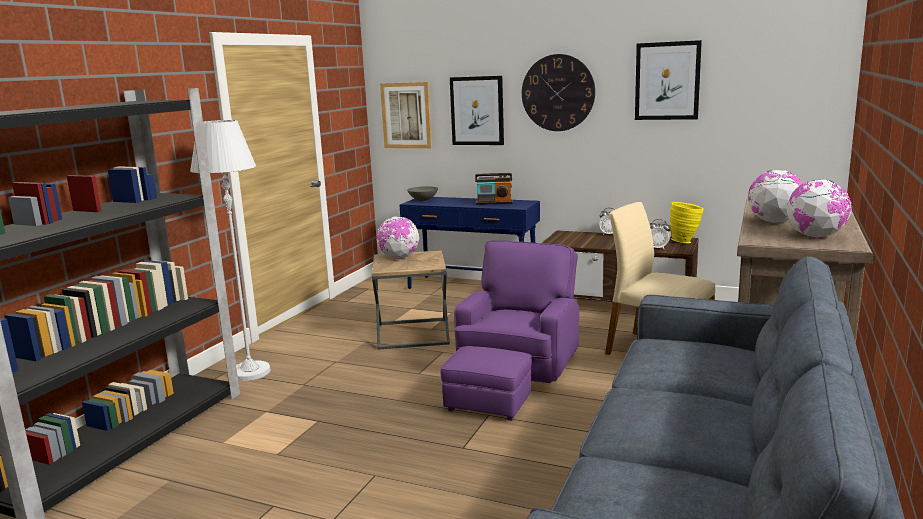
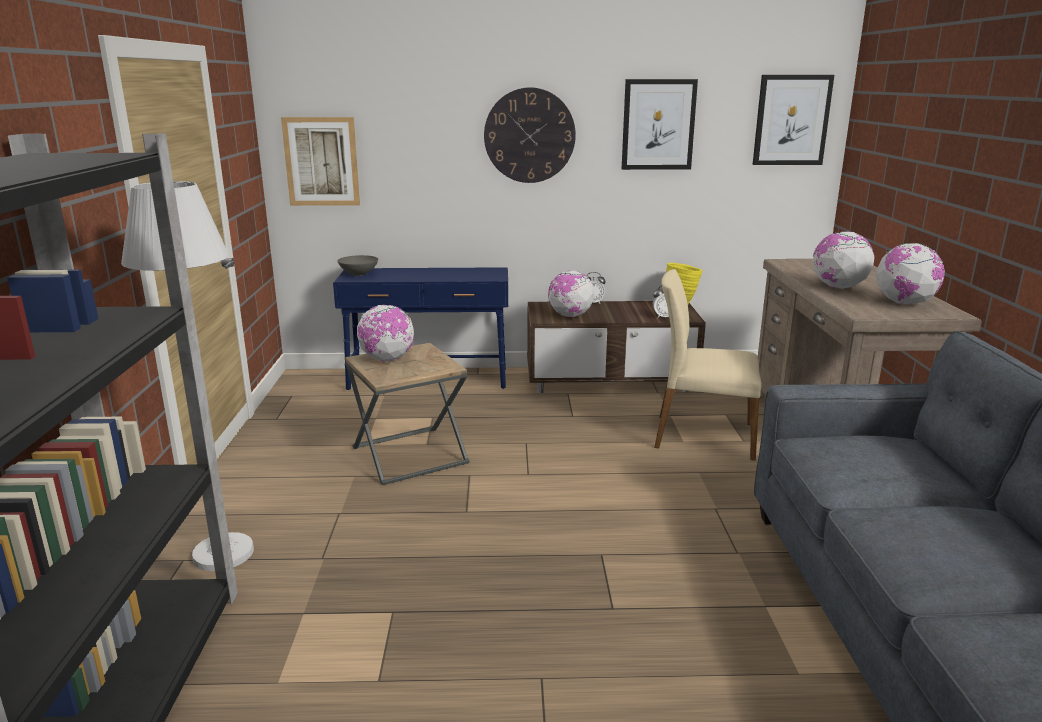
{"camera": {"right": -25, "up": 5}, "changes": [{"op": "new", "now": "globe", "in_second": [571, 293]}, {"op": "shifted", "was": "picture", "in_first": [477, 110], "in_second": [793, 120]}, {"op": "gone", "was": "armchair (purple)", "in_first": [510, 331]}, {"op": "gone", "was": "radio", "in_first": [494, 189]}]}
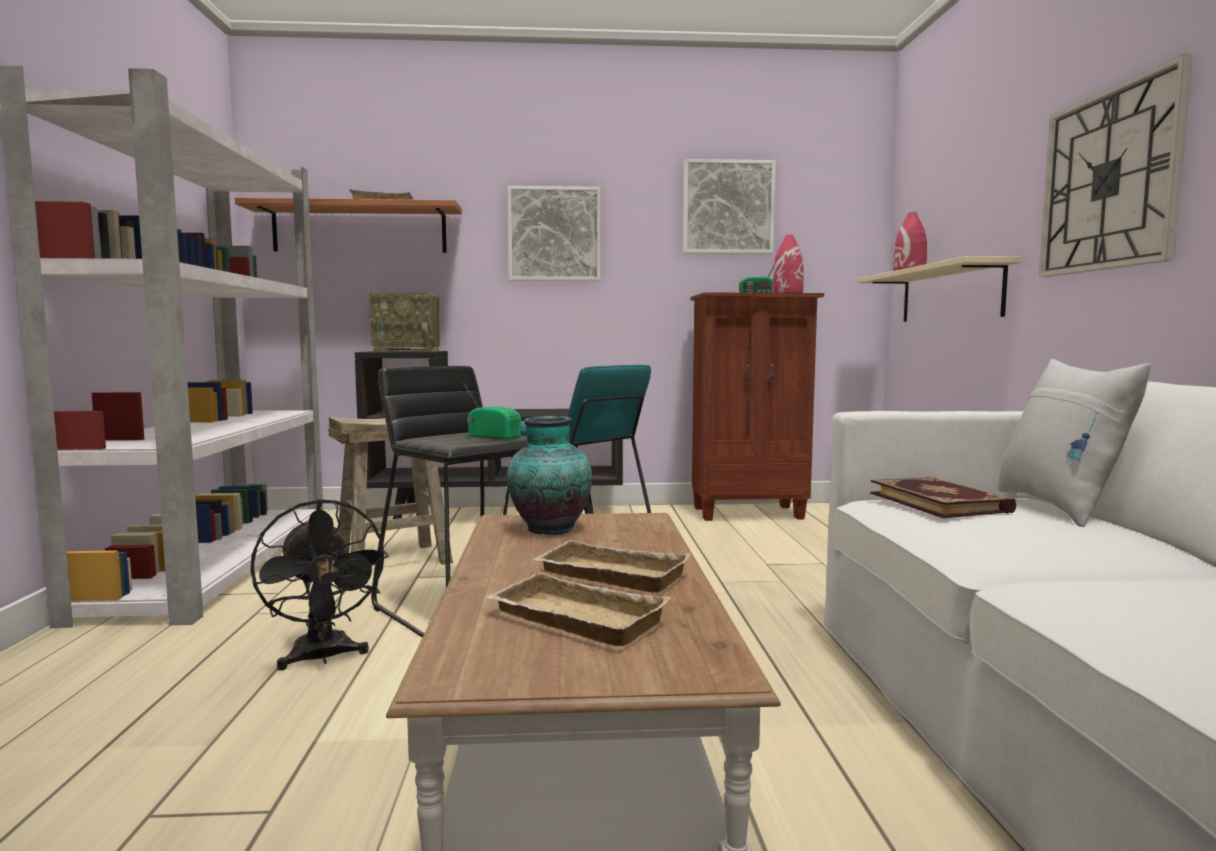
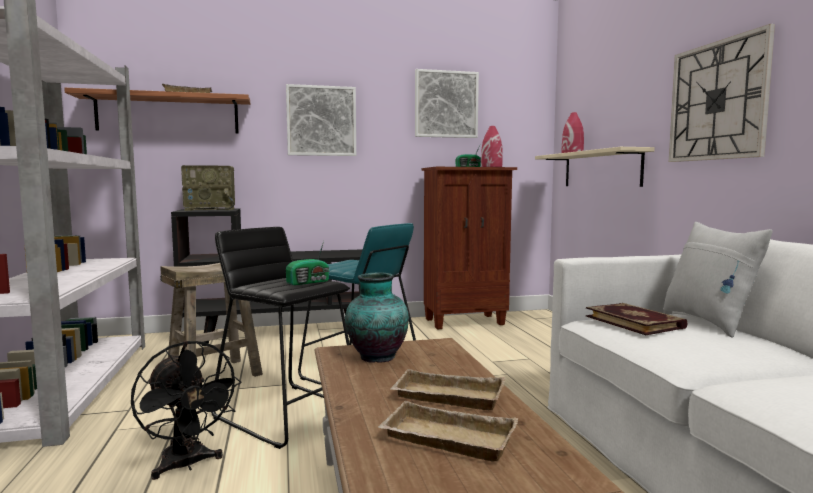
{"camera": {"right": -10, "up": 0}, "changes": [{"op": "rotated", "was": "radio", "in_first": [492, 411], "in_second": [307, 263], "clockwise": 120}]}
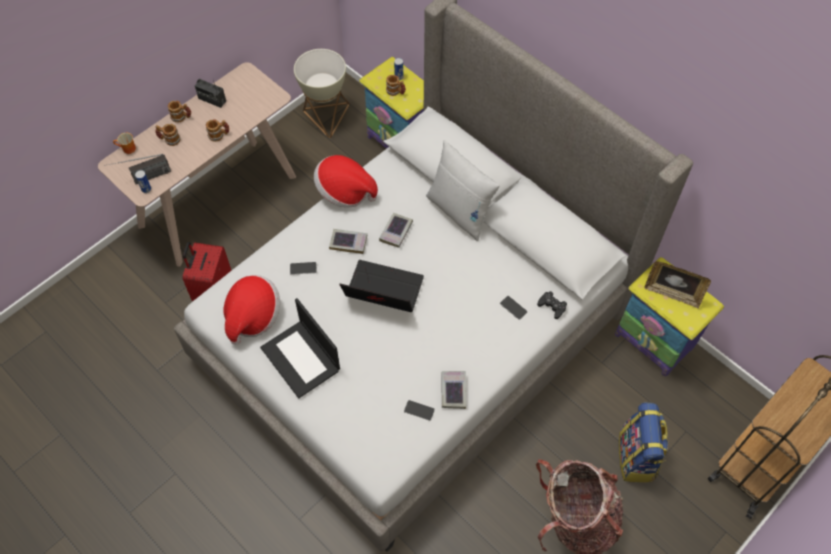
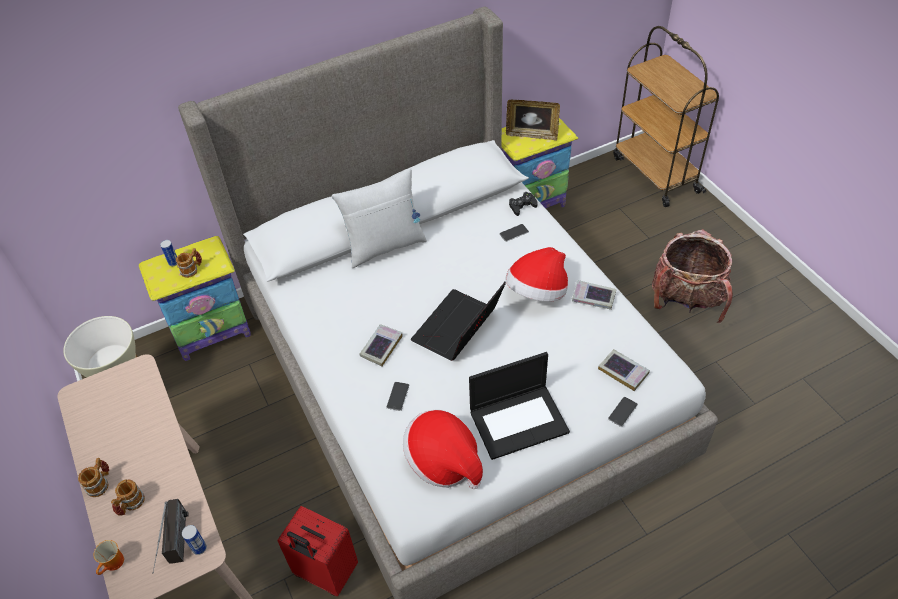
{"camera": {"right": -70, "up": -10}, "changes": [{"op": "shifted", "was": "hat", "in_first": [346, 181], "in_second": [536, 274]}, {"op": "rotated", "was": "picture frame", "in_first": [677, 285], "in_second": [533, 120], "clockwise": 60}, {"op": "shifted", "was": "book", "in_first": [396, 230], "in_second": [624, 370]}, {"op": "shifted", "was": "phone", "in_first": [419, 410], "in_second": [623, 412]}, {"op": "gone", "was": "radio", "in_first": [210, 93]}, {"op": "gone", "was": "mug", "in_first": [217, 130]}, {"op": "gone", "was": "backpack", "in_first": [643, 442]}]}
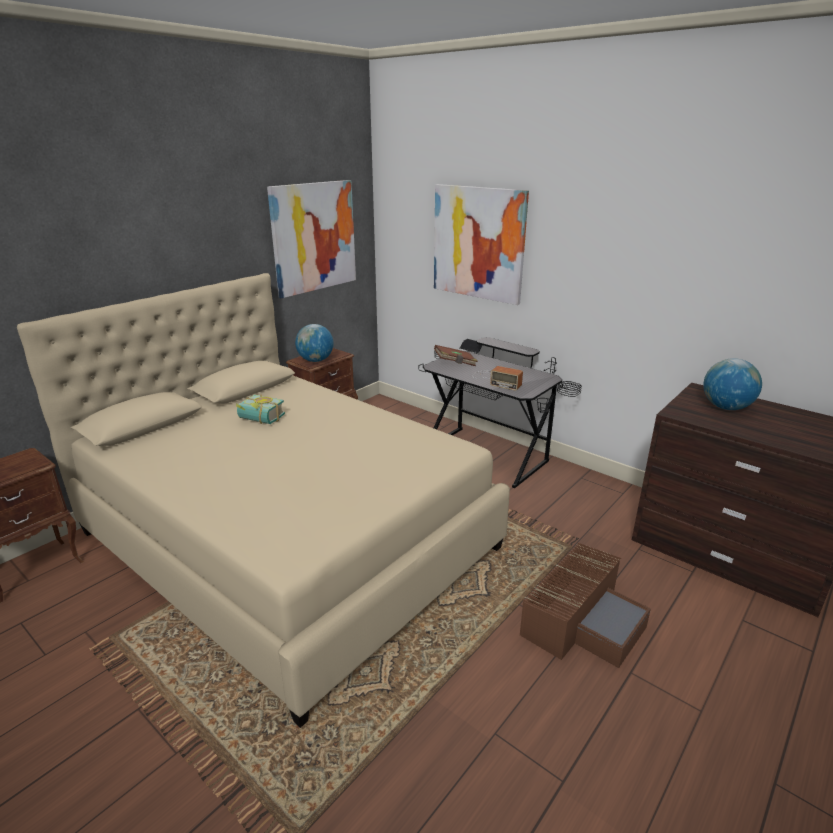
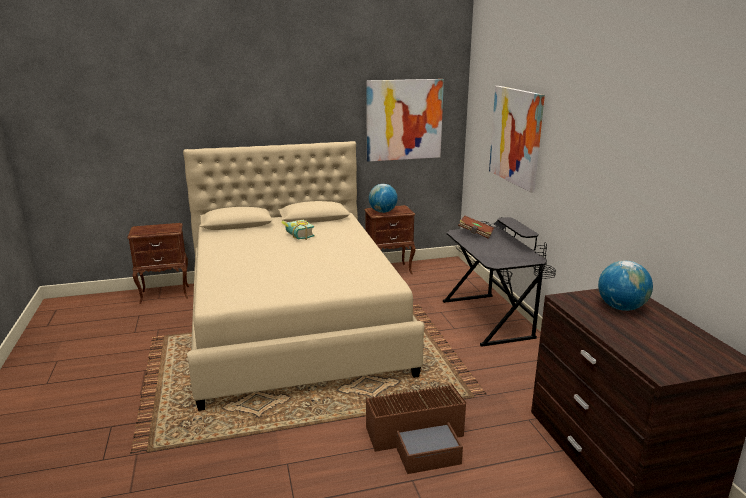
{"camera": {"right": 35, "up": -5}, "changes": [{"op": "gone", "was": "radio", "in_first": [498, 378]}]}
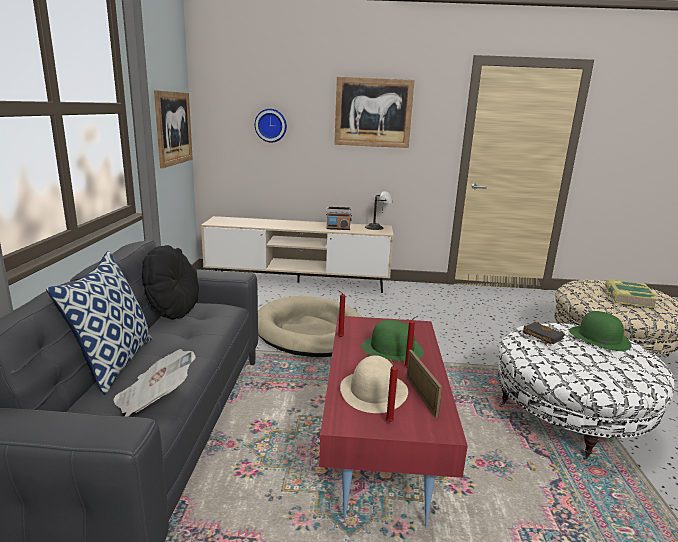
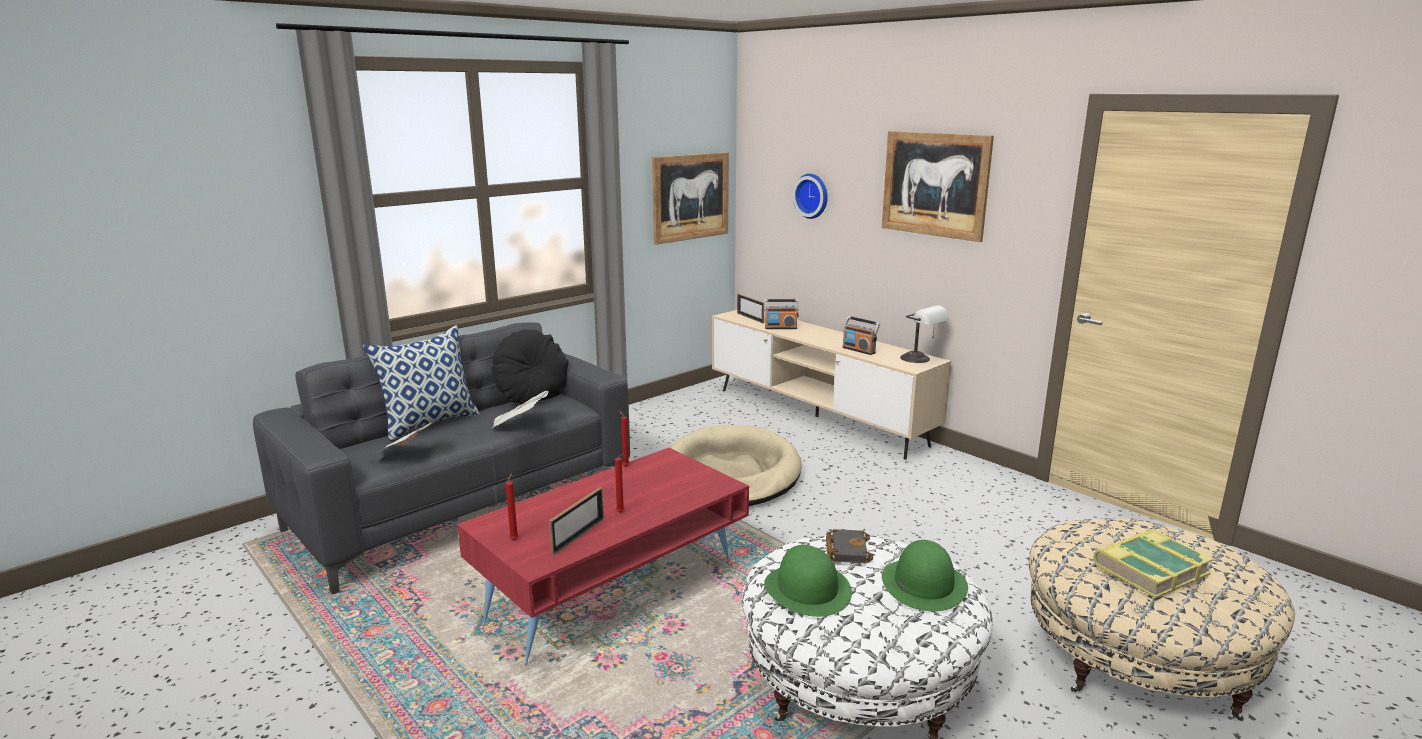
{"camera": {"right": 45, "up": 0}, "changes": [{"op": "new", "now": "newspaper", "in_second": [520, 409]}, {"op": "new", "now": "picture frame", "in_second": [750, 308]}, {"op": "new", "now": "radio", "in_second": [781, 314]}, {"op": "shifted", "was": "hat (green)", "in_first": [392, 341], "in_second": [808, 581]}, {"op": "gone", "was": "hat (beige)", "in_first": [374, 384]}]}
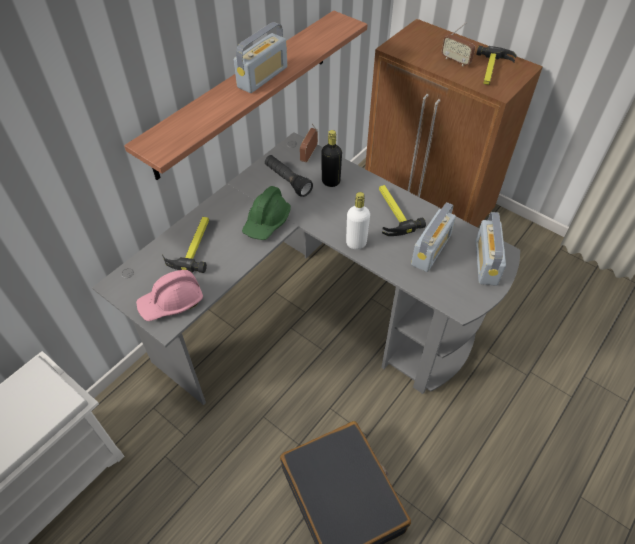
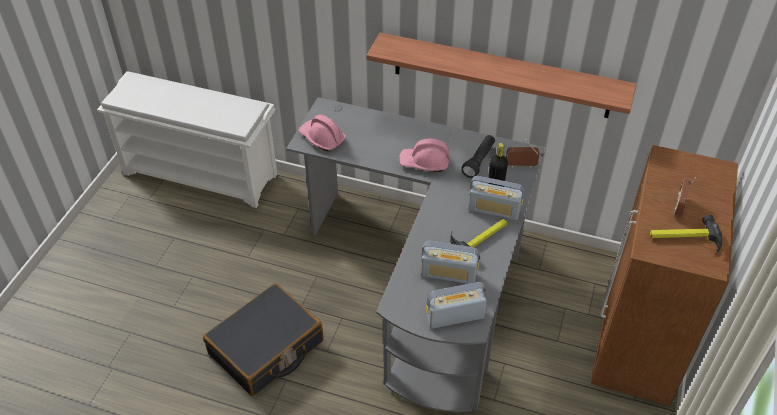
{"camera": {"right": 70, "up": -5}, "changes": [{"op": "repainted", "was": "hard hat (green)", "now": "hard hat (pink)", "in_first": [266, 213], "in_second": [424, 155]}, {"op": "shifted", "was": "radio", "in_first": [260, 57], "in_second": [496, 198]}, {"op": "gone", "was": "hammer", "in_first": [185, 245]}, {"op": "gone", "was": "bottle (white)", "in_first": [358, 220]}]}
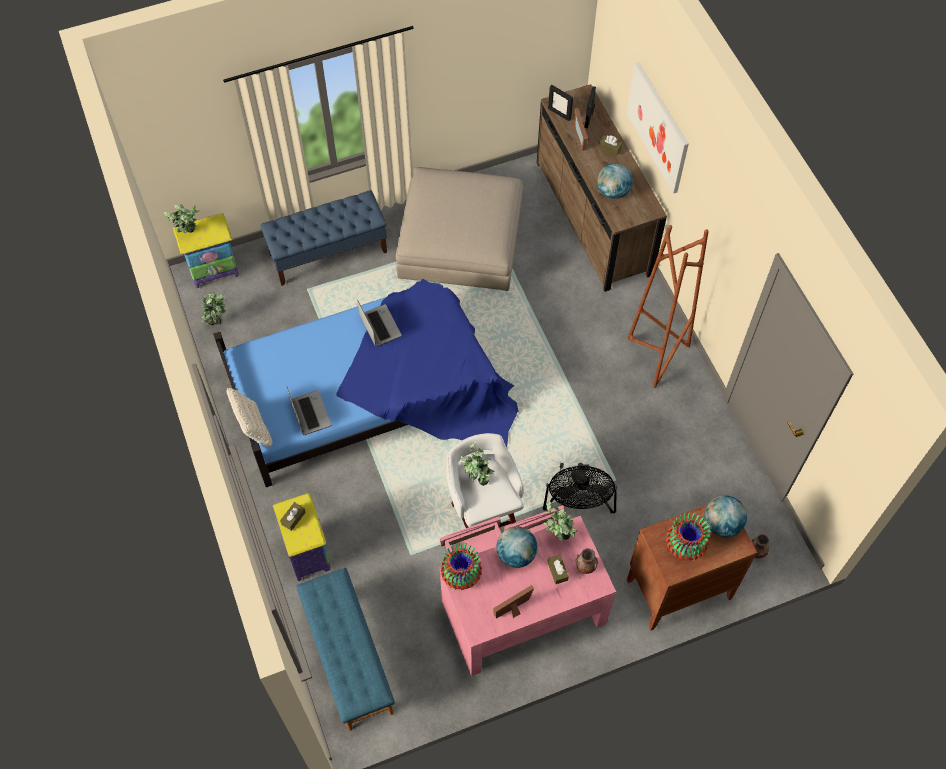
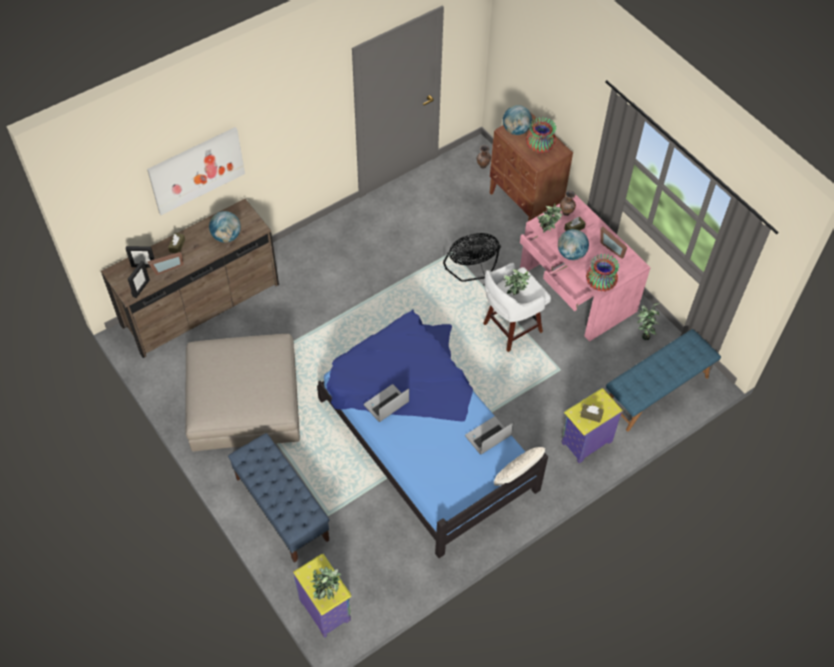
{"camera": {"right": -105, "up": -5}, "changes": [{"op": "rotated", "was": "fan (black)", "in_first": [580, 488], "in_second": [472, 259], "clockwise": -90}, {"op": "shifted", "was": "potted plant", "in_first": [214, 308], "in_second": [648, 321]}, {"op": "gone", "was": "clothes rack (brown)", "in_first": [668, 306]}]}
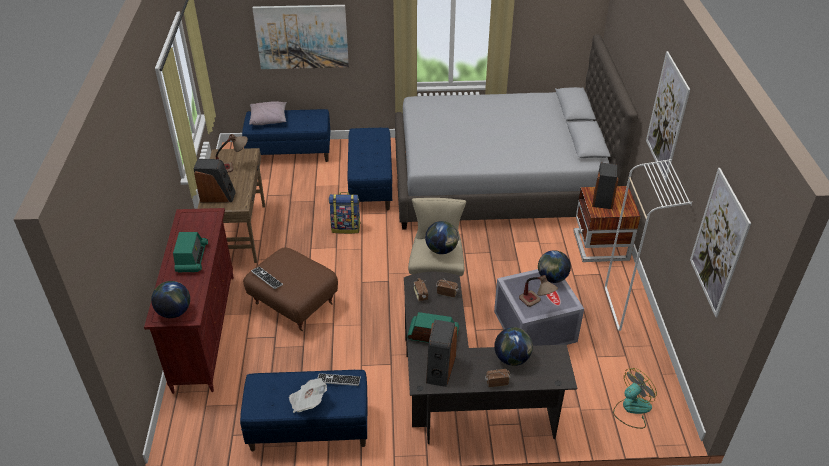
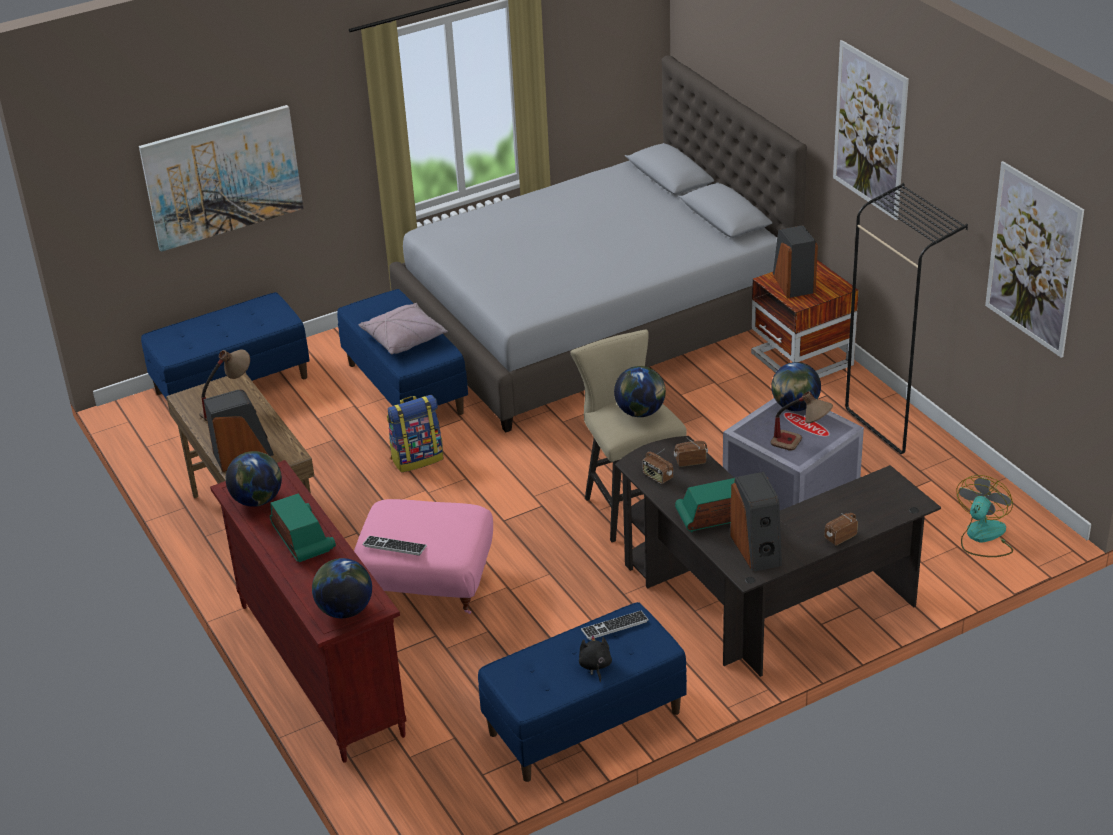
{"camera": {"right": -25, "up": -5}, "changes": [{"op": "shifted", "was": "globe", "in_first": [513, 346], "in_second": [254, 479]}, {"op": "repainted", "was": "ottoman (brown)", "now": "ottoman (pink)", "in_first": [290, 289], "in_second": [423, 556]}, {"op": "shifted", "was": "pillow (purple)", "in_first": [268, 113], "in_second": [403, 329]}, {"op": "swapped", "was": "newspaper", "now": "plush toy (black)", "in_first": [308, 395], "in_second": [595, 658]}, {"op": "repainted", "was": "clothes rack (white)", "now": "clothes rack (black)", "in_first": [648, 245], "in_second": [906, 318]}]}
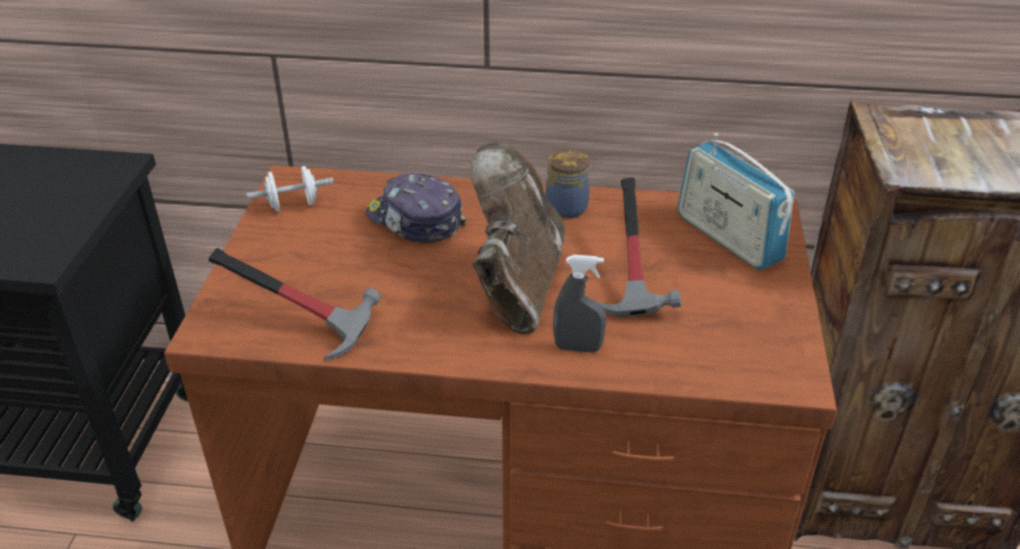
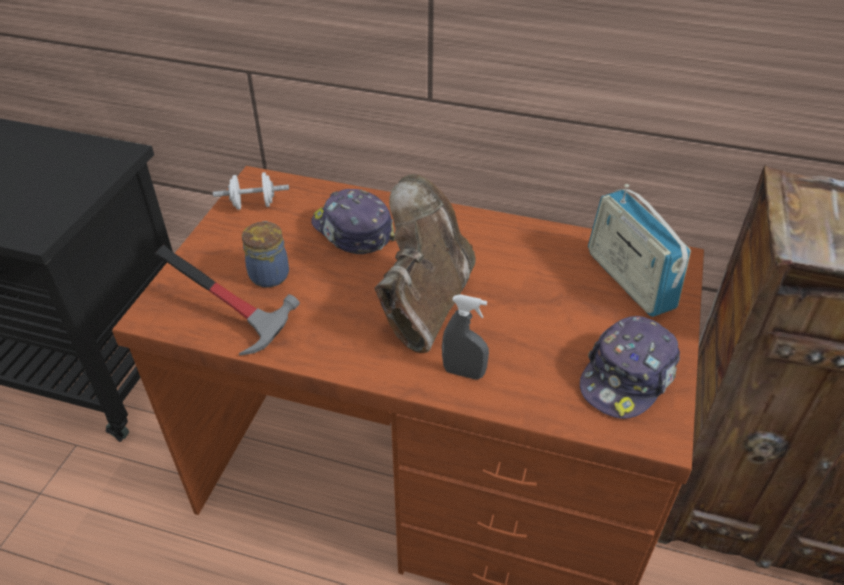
{"camera": {"right": 10, "up": 5}, "changes": [{"op": "shifted", "was": "jar", "in_first": [568, 183], "in_second": [265, 254]}, {"op": "new", "now": "cap", "in_second": [630, 367]}, {"op": "gone", "was": "hammer", "in_first": [638, 247]}]}
